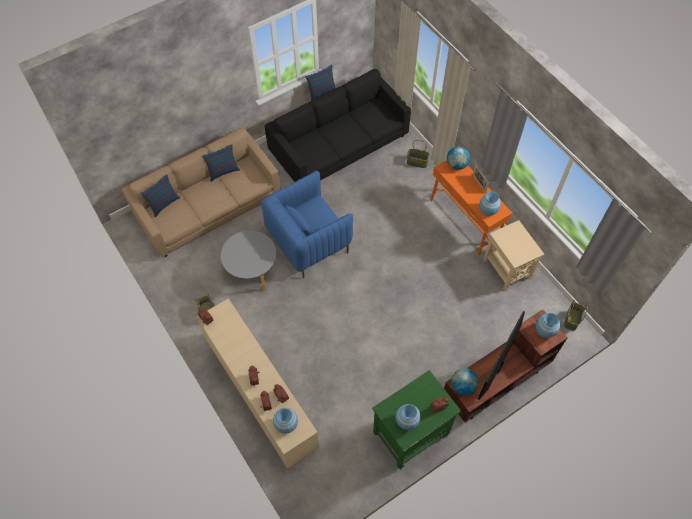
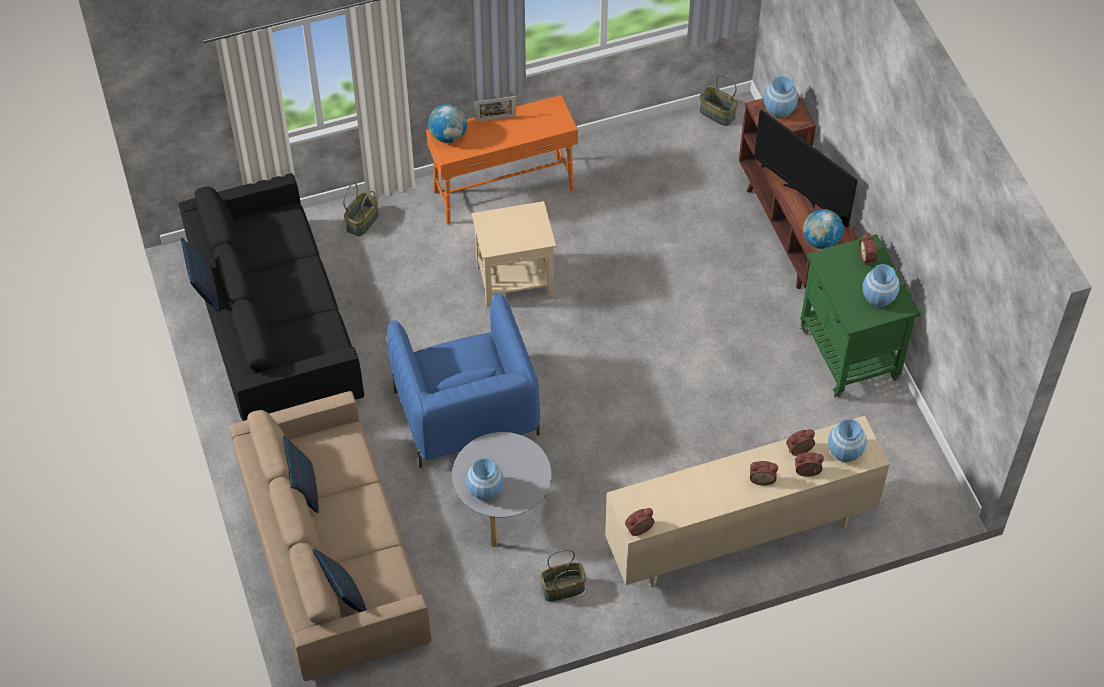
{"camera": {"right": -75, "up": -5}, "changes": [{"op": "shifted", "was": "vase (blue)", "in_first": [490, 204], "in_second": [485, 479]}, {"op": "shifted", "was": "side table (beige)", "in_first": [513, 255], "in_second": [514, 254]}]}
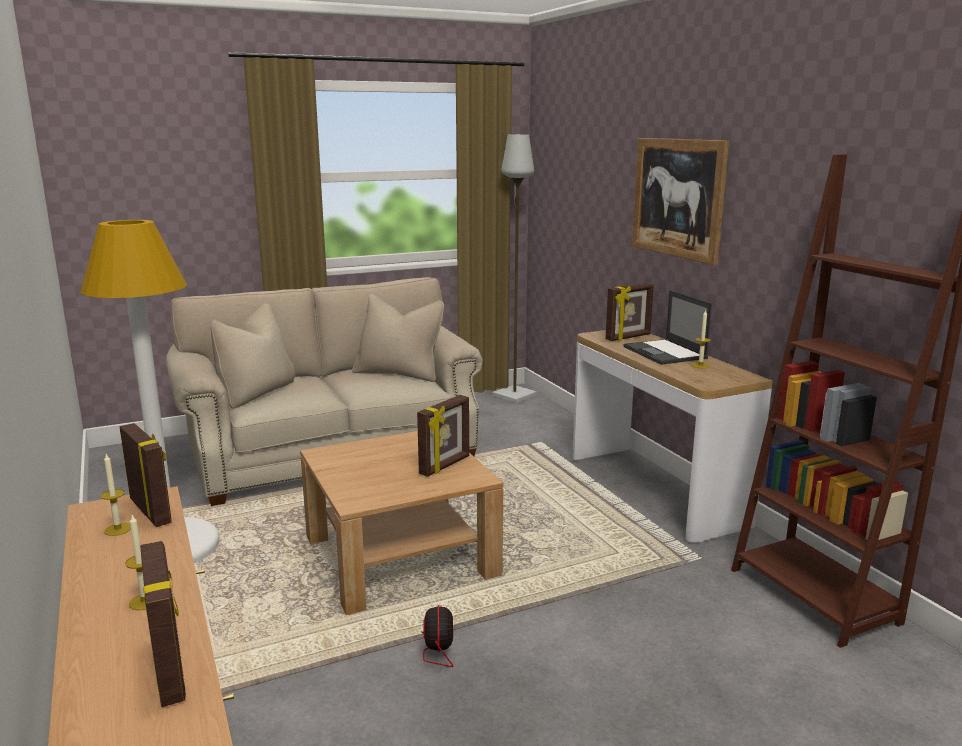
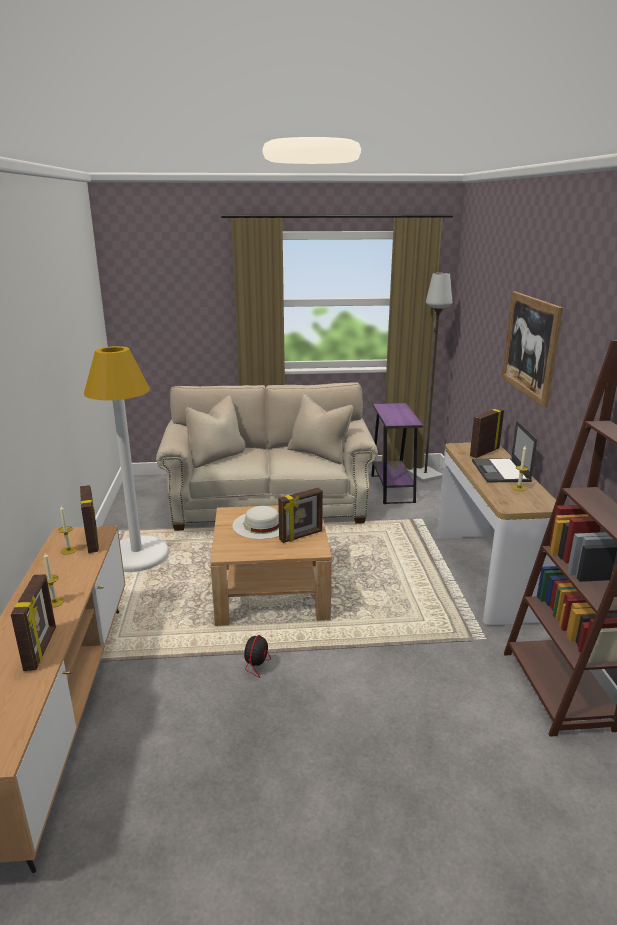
{"camera": {"right": 20, "up": 5}, "changes": [{"op": "new", "now": "hat (white)", "in_second": [256, 522]}, {"op": "new", "now": "side table (purple)", "in_second": [397, 453]}, {"op": "rotated", "was": "picture frame", "in_first": [630, 312], "in_second": [487, 433], "clockwise": 150}]}
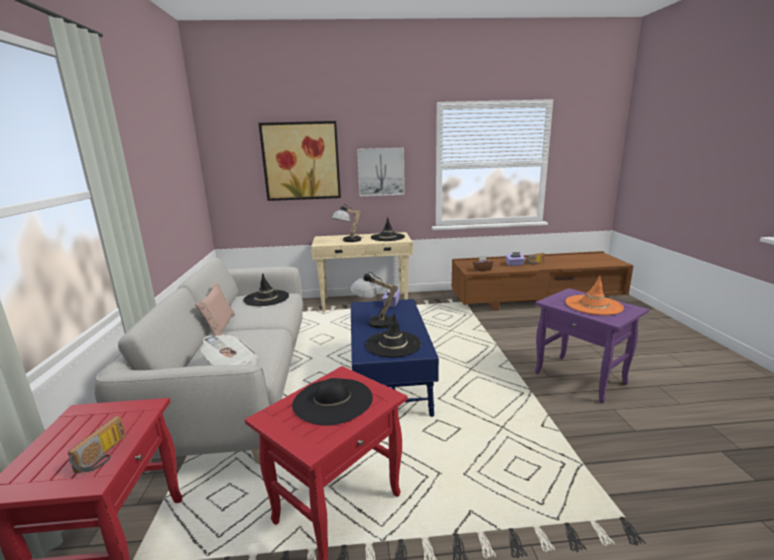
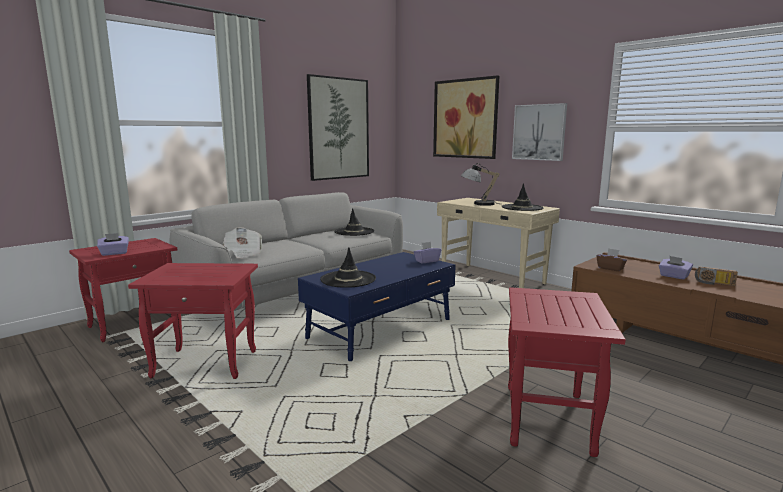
{"camera": {"right": 50, "up": -5}, "changes": [{"op": "swapped", "was": "radio", "now": "tissue box (purple)", "in_first": [97, 445], "in_second": [113, 244]}, {"op": "new", "now": "picture", "in_second": [338, 127]}, {"op": "repainted", "was": "side table (purple)", "now": "side table (red)", "in_first": [592, 345], "in_second": [567, 372]}, {"op": "gone", "was": "pillow (beige)", "in_first": [215, 309]}, {"op": "gone", "was": "hat (black)", "in_first": [332, 402]}, {"op": "gone", "was": "table lamp", "in_first": [377, 300]}, {"op": "gone", "was": "hat (orange)", "in_first": [594, 295]}]}
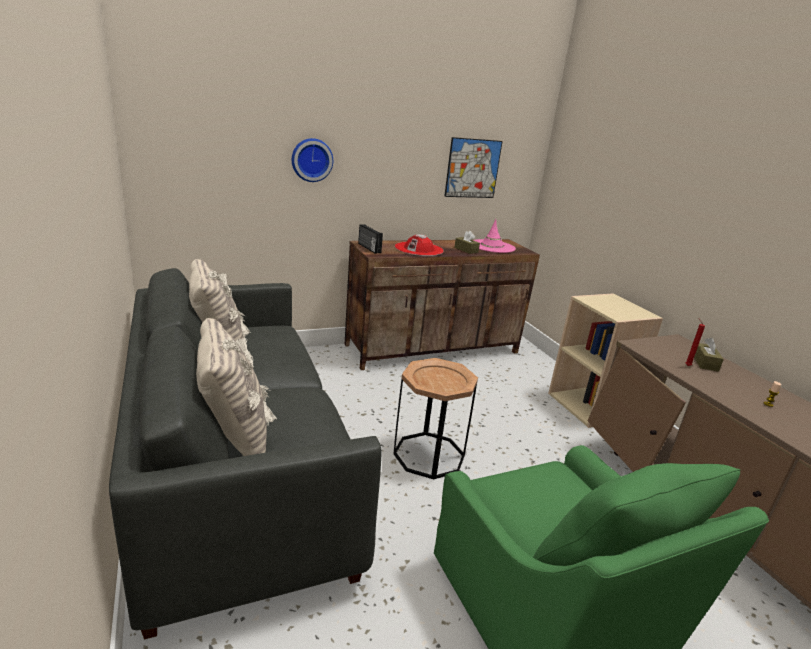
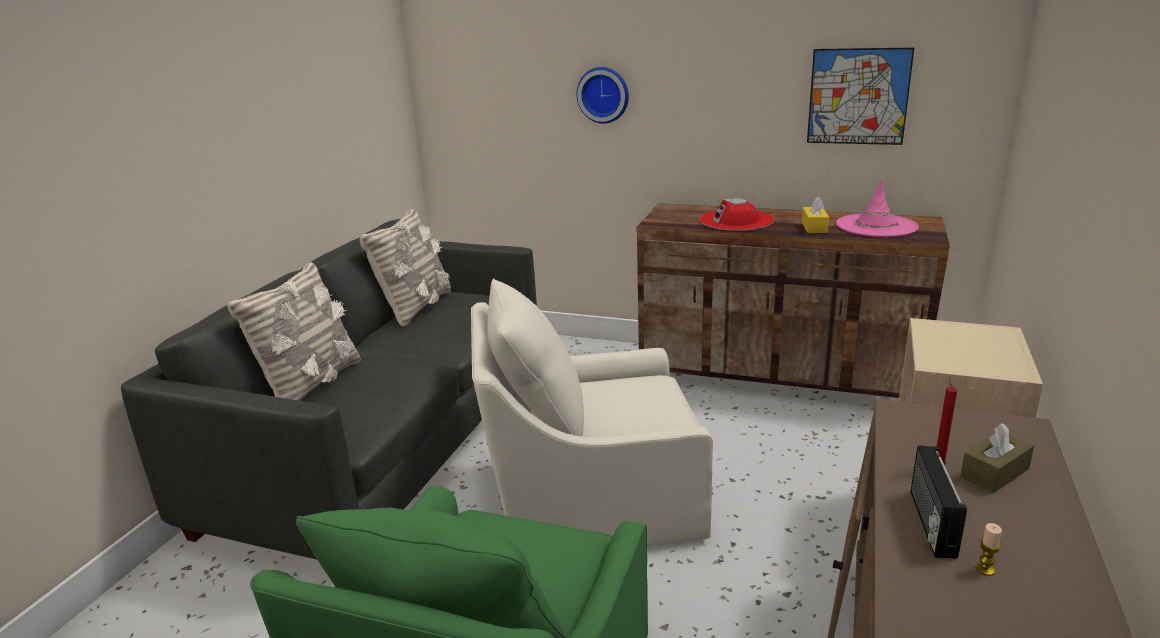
{"camera": {"right": 45, "up": 0}, "changes": [{"op": "swapped", "was": "side table (brown)", "now": "armchair (beige)", "in_first": [435, 418], "in_second": [592, 412]}, {"op": "repainted", "was": "tissue box (brown)", "now": "tissue box (yellow)", "in_first": [467, 242], "in_second": [815, 214]}, {"op": "shifted", "was": "radio", "in_first": [370, 239], "in_second": [939, 502]}]}
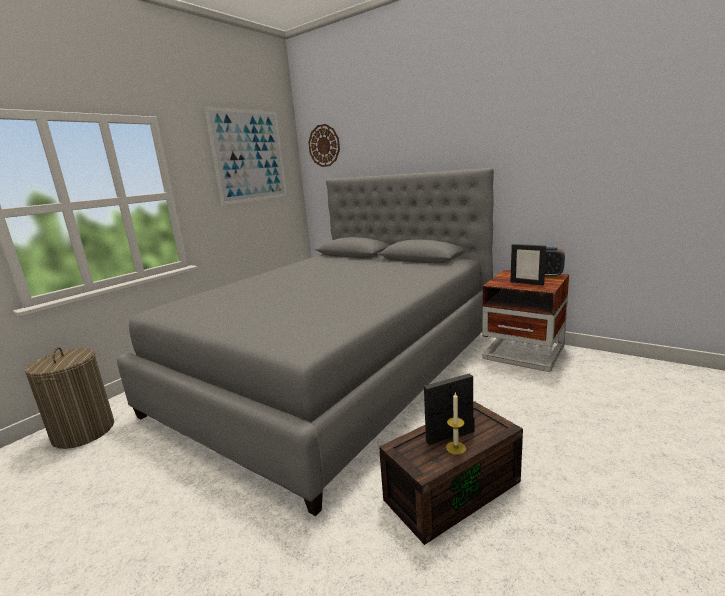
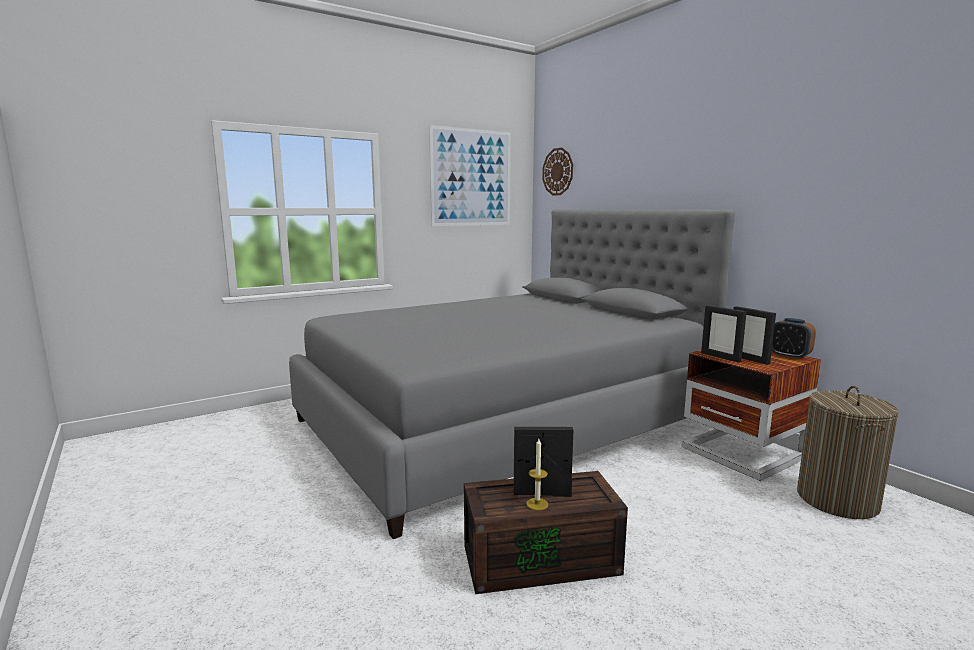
{"camera": {"right": 20, "up": -5}, "changes": [{"op": "new", "now": "picture frame", "in_second": [724, 333]}, {"op": "shifted", "was": "laundry basket", "in_first": [69, 398], "in_second": [848, 452]}]}
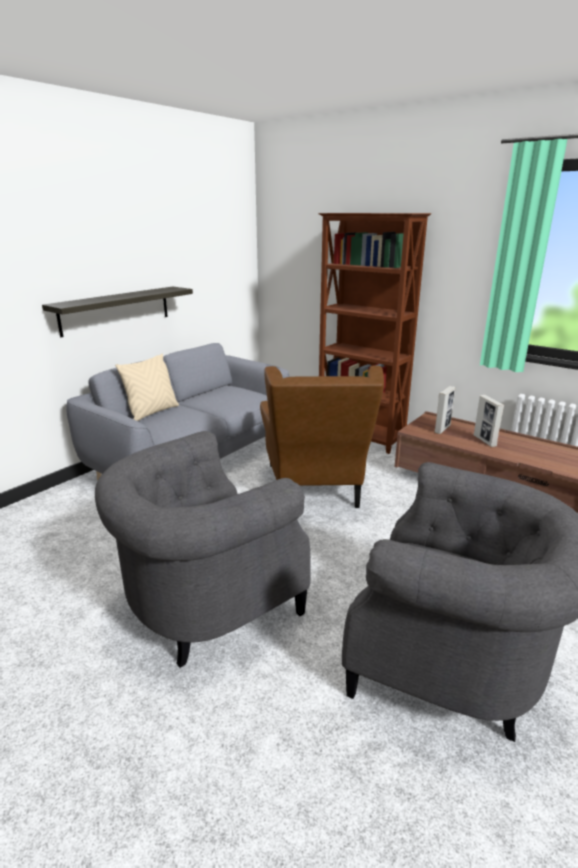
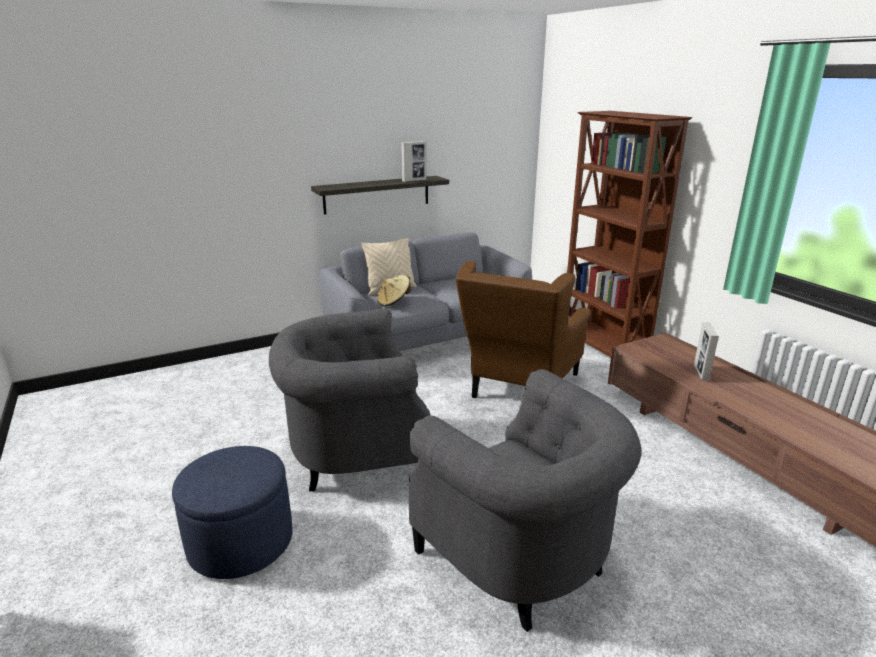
{"camera": {"right": 25, "up": 0}, "changes": [{"op": "new", "now": "ottoman (blue)", "in_second": [232, 512]}, {"op": "new", "now": "hat (beige)", "in_second": [394, 291]}, {"op": "shifted", "was": "picture frame", "in_first": [444, 410], "in_second": [413, 161]}]}
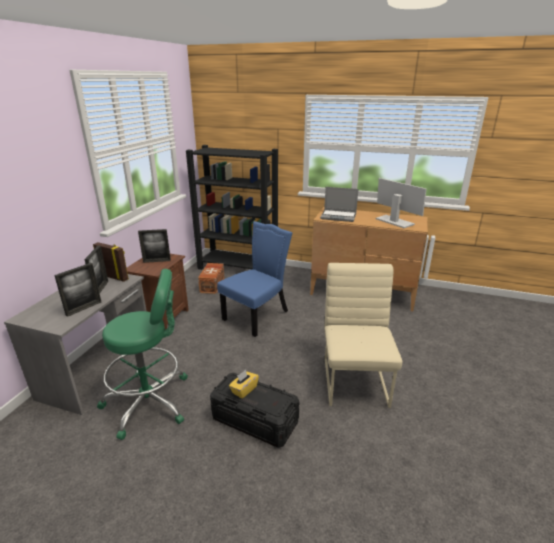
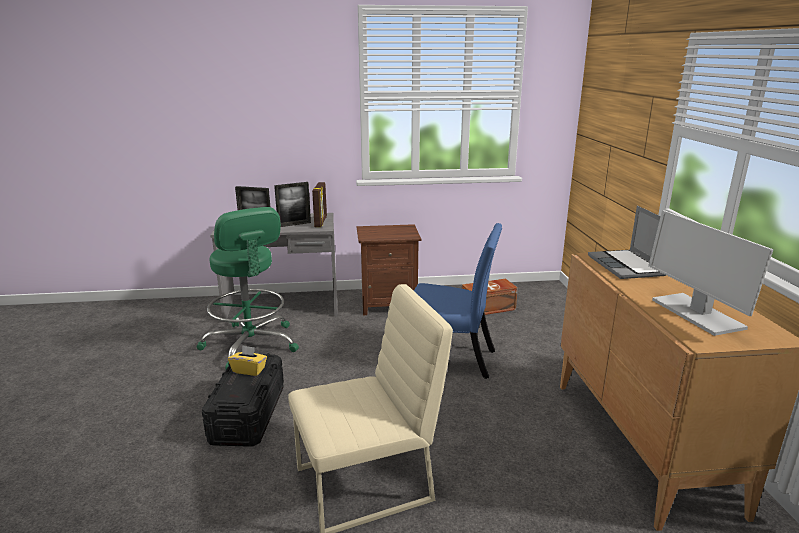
{"camera": {"right": 65, "up": -5}, "changes": [{"op": "rotated", "was": "monitor", "in_first": [401, 203], "in_second": [711, 273], "clockwise": 135}, {"op": "gone", "was": "picture frame", "in_first": [154, 246]}, {"op": "gone", "was": "bookcase (black)", "in_first": [232, 207]}]}
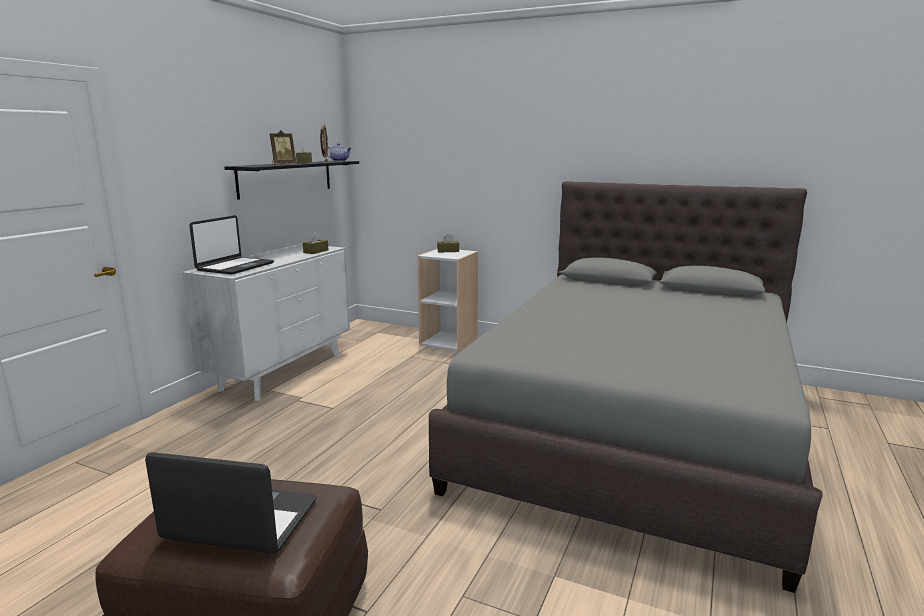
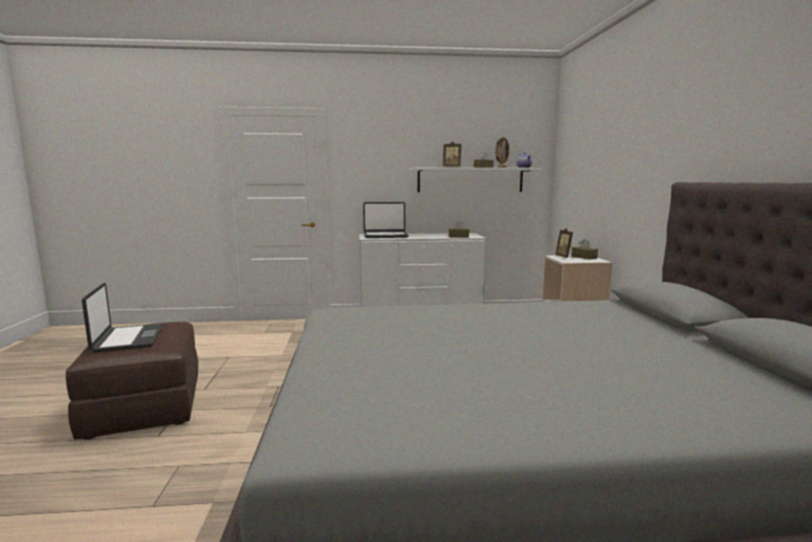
{"camera": {"right": 60, "up": -5}, "changes": [{"op": "repainted", "was": "shelf (black)", "now": "shelf (white)", "in_first": [291, 180], "in_second": [475, 180]}, {"op": "new", "now": "picture frame", "in_second": [564, 243]}]}
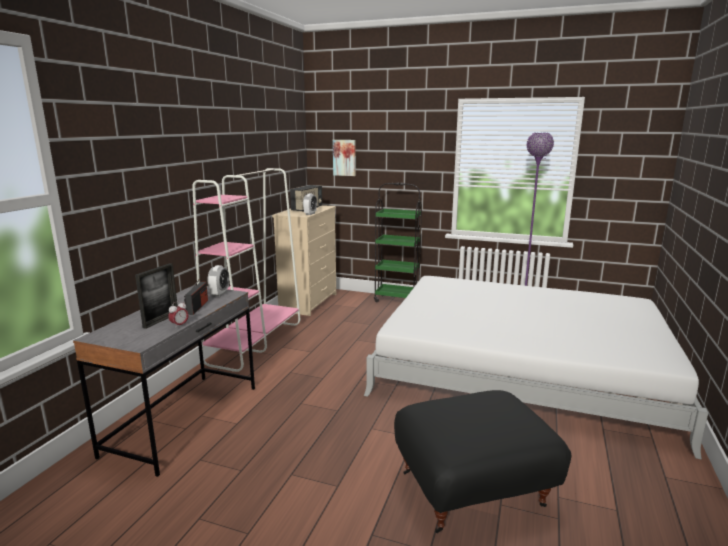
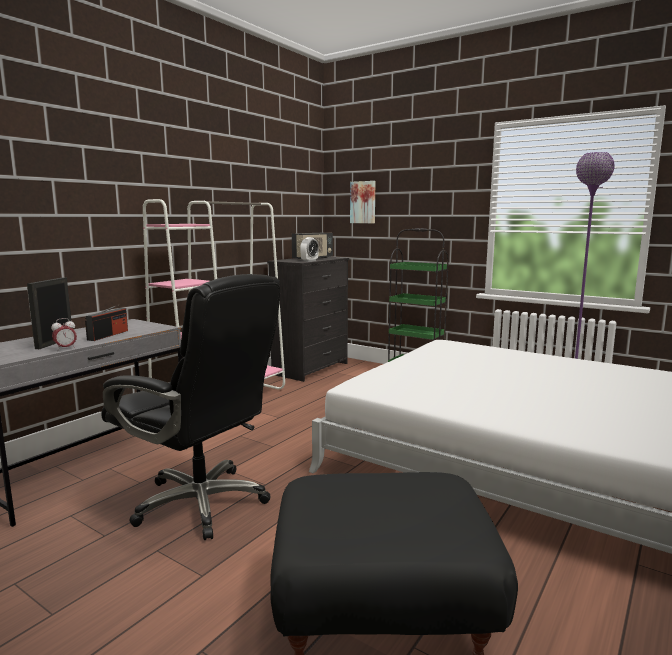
{"camera": {"right": 15, "up": -5}, "changes": [{"op": "rotated", "was": "picture frame", "in_first": [156, 296], "in_second": [49, 313], "clockwise": 150}, {"op": "new", "now": "office chair (black)", "in_second": [190, 407]}, {"op": "repainted", "was": "dresser (beige)", "now": "dresser (black)", "in_first": [304, 260], "in_second": [308, 319]}, {"op": "gone", "was": "alarm clock", "in_first": [218, 281]}]}
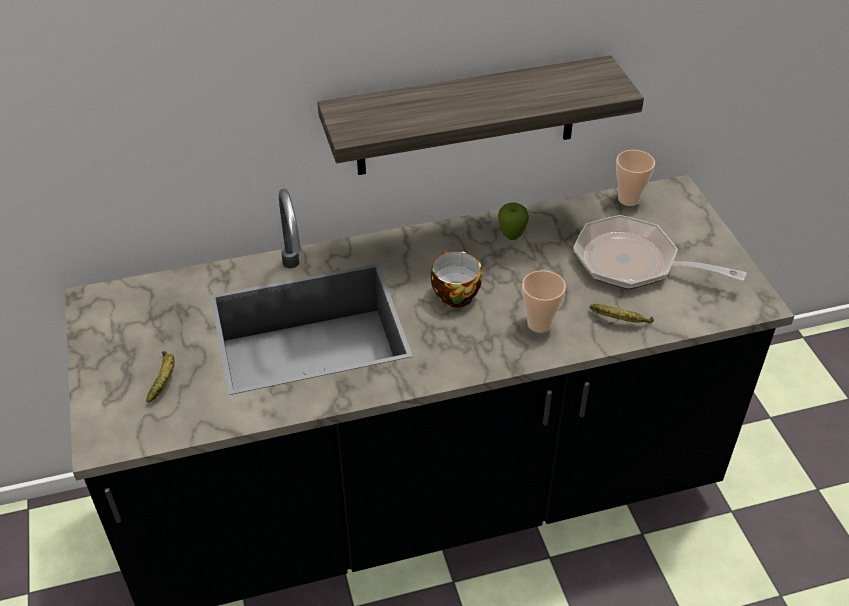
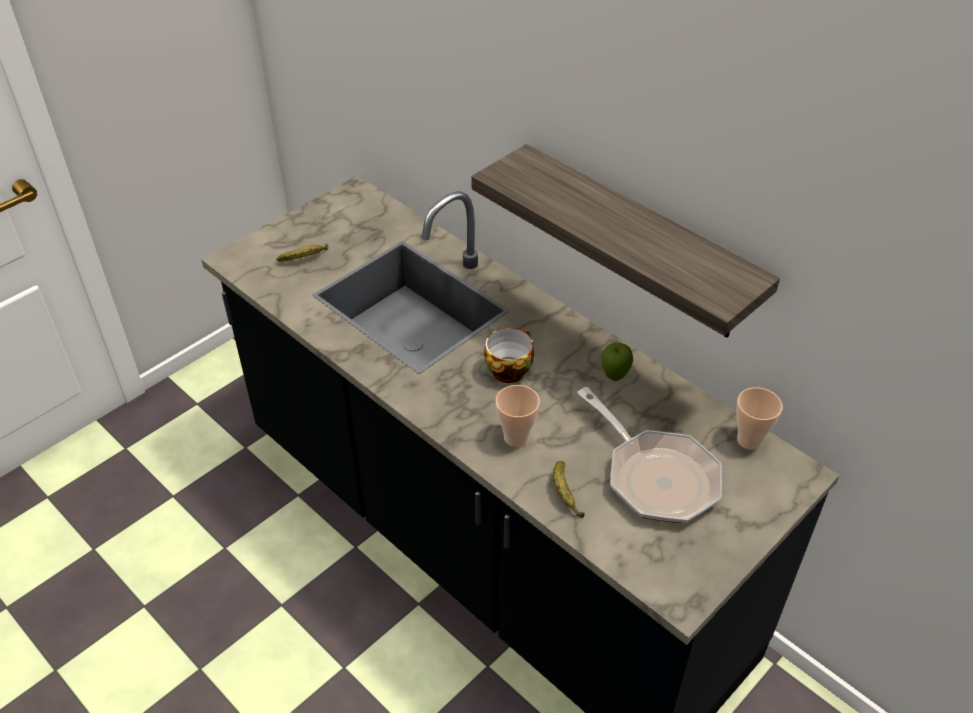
{"camera": {"right": 60, "up": 0}, "changes": [{"op": "rotated", "was": "frying pan", "in_first": [660, 252], "in_second": [649, 455], "clockwise": 150}]}
